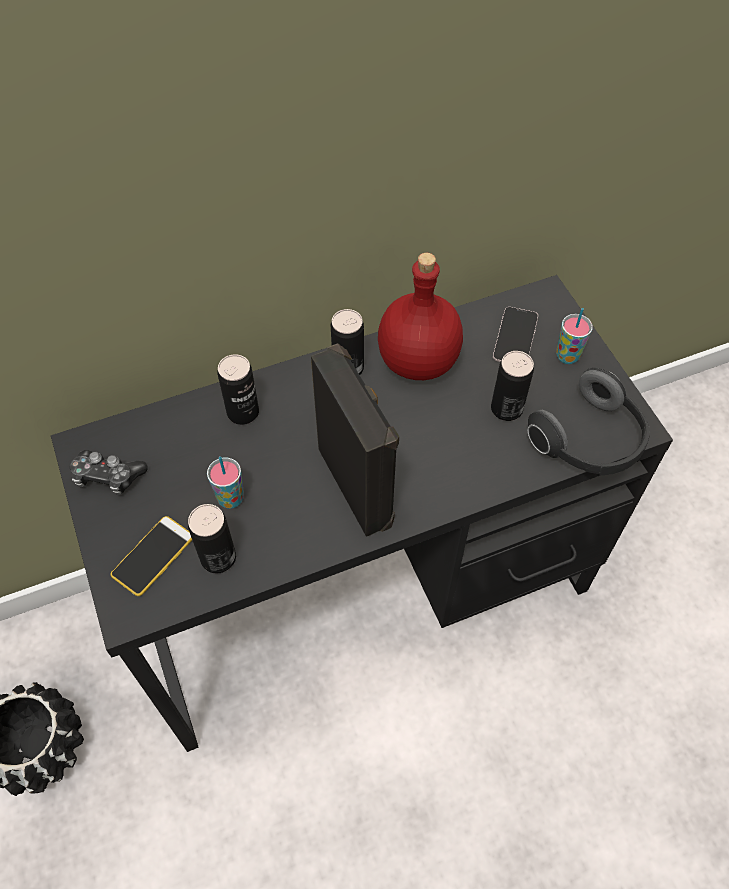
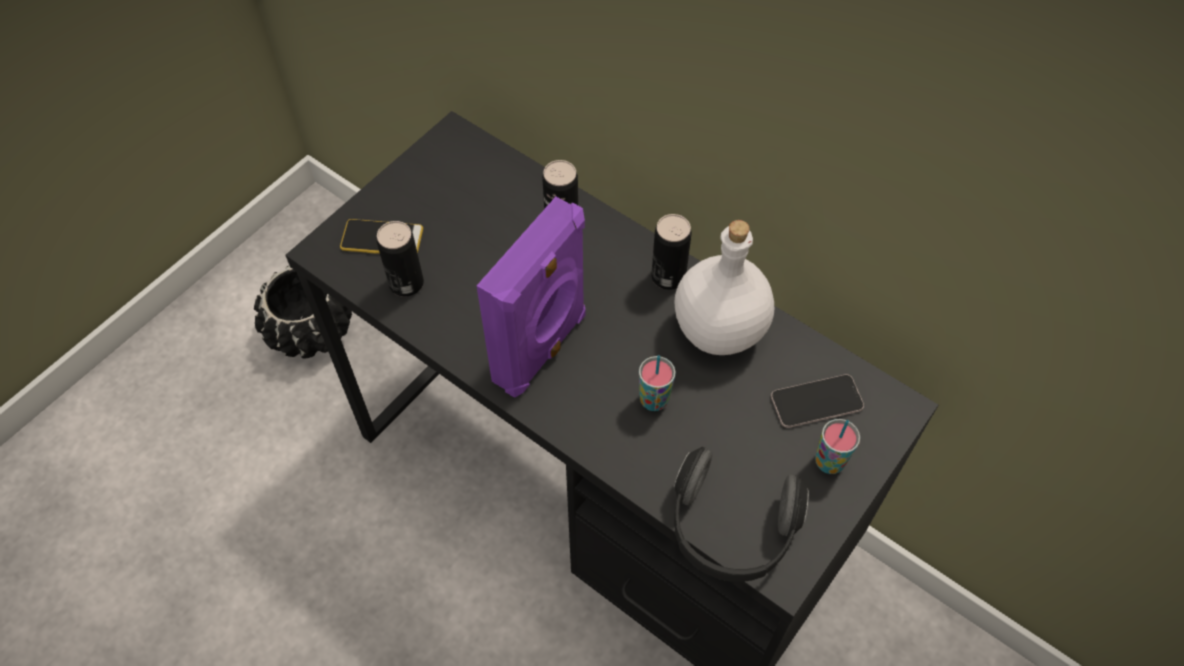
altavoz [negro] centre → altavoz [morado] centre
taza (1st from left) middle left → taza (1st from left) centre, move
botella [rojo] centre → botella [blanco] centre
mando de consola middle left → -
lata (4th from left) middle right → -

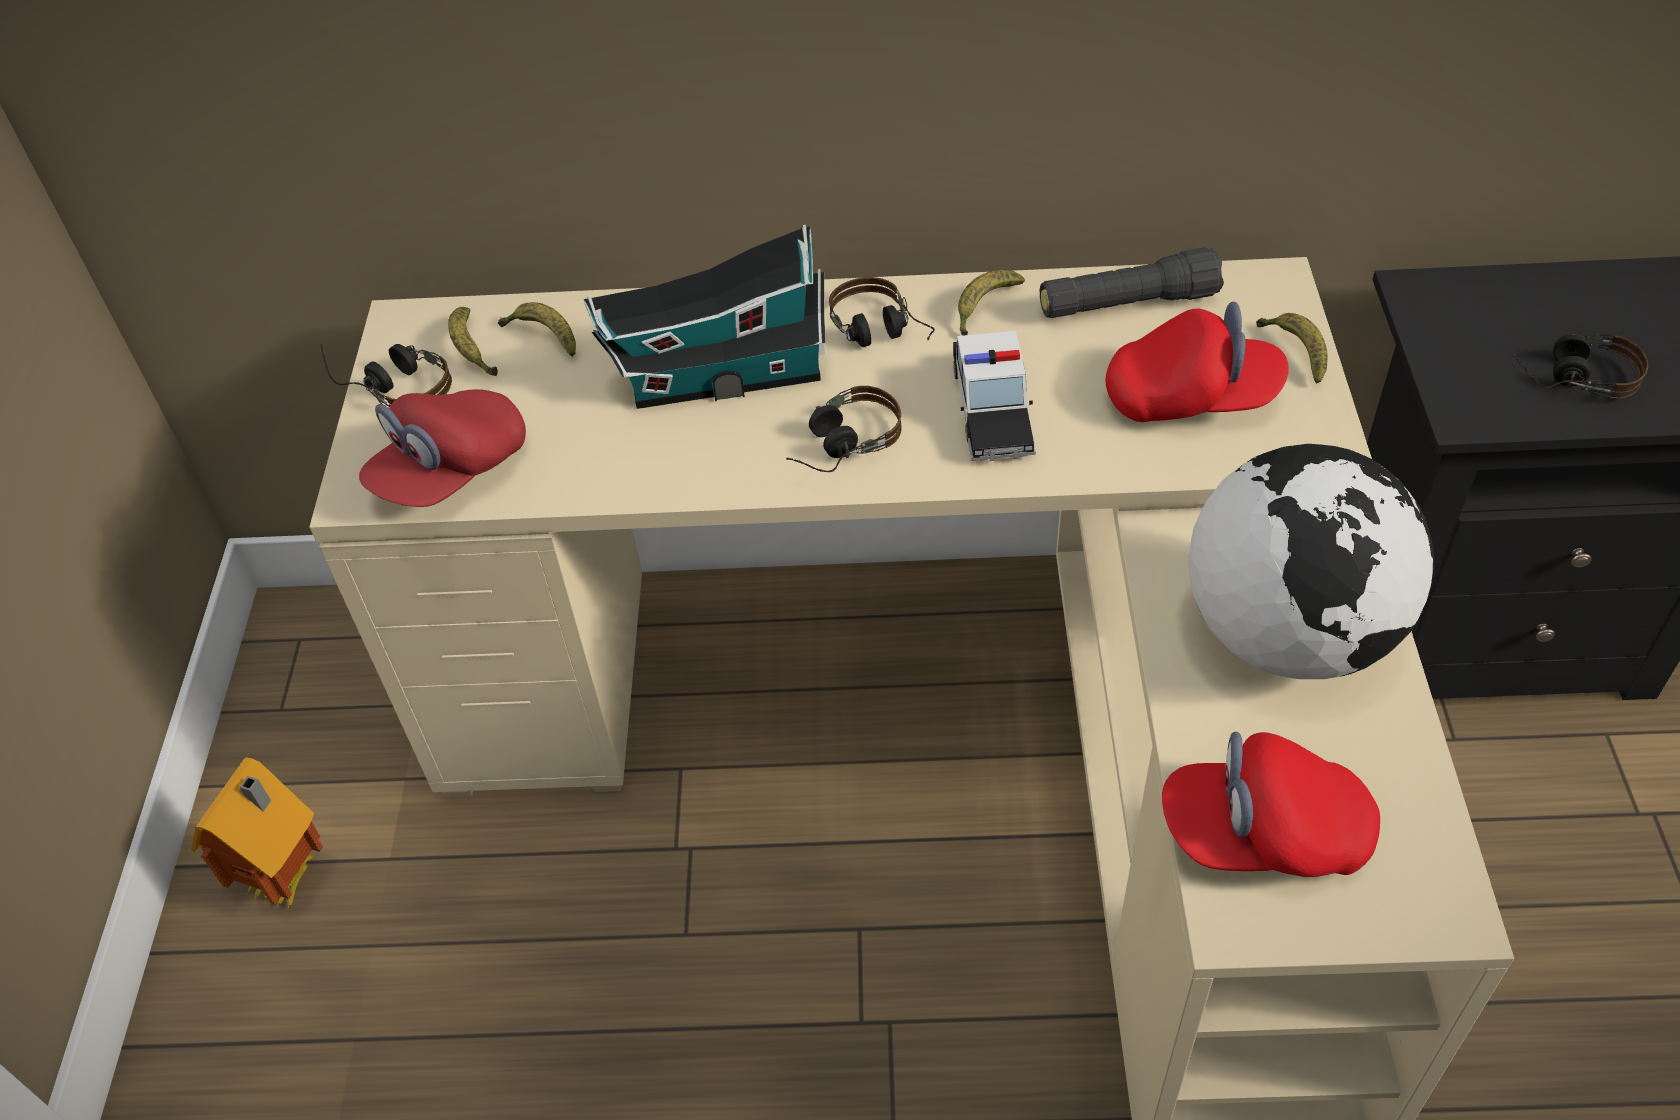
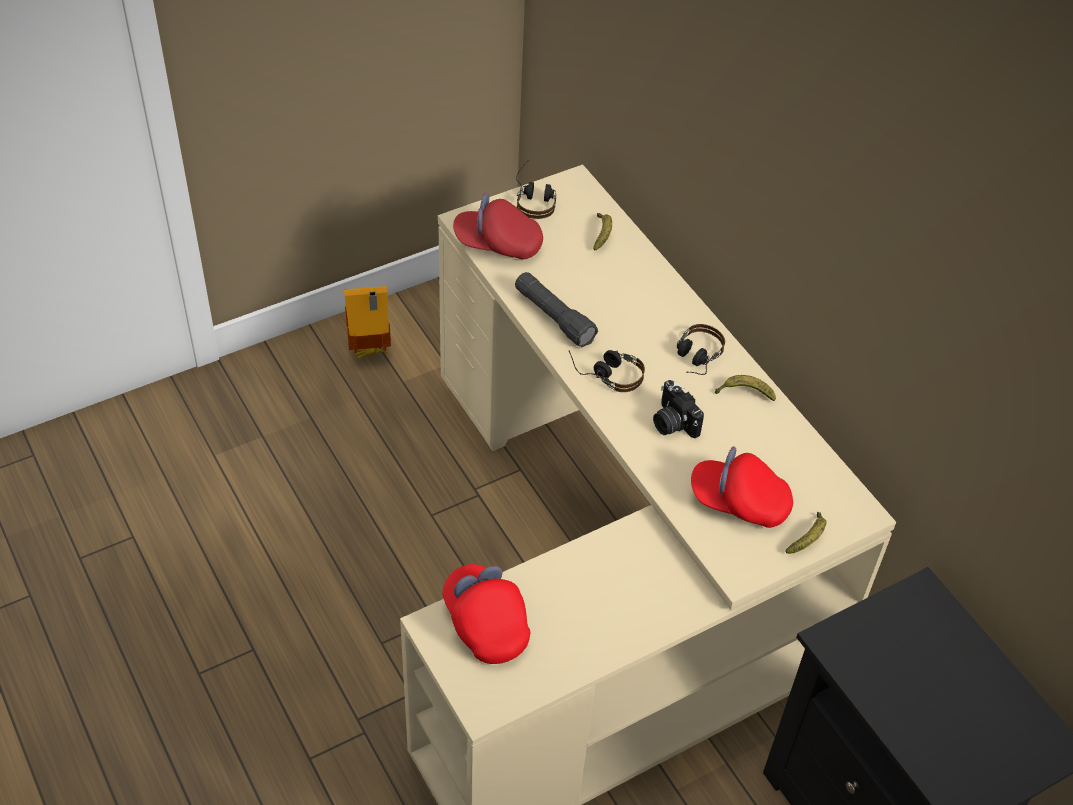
linterna [negro] top right → linterna [negro] centre, move
coche de juguete centre → cámara centre
gorra [rojo] (2nd from left in the first image) top right → gorra [rojo] (3rd from left) middle right, 135 degrees clockwise
plátano (1st from left) top left → -
casita (2nd from left) top centre → -
globo terráqueo middle right → -
auriculares (4th from left) top right → -

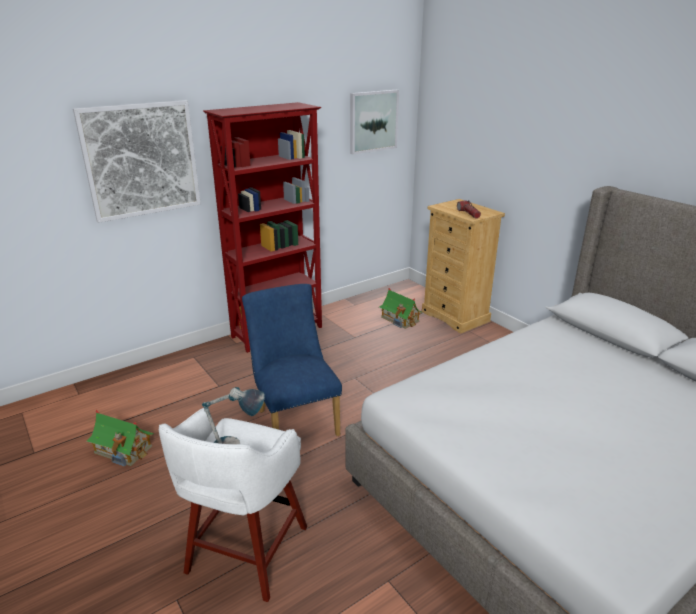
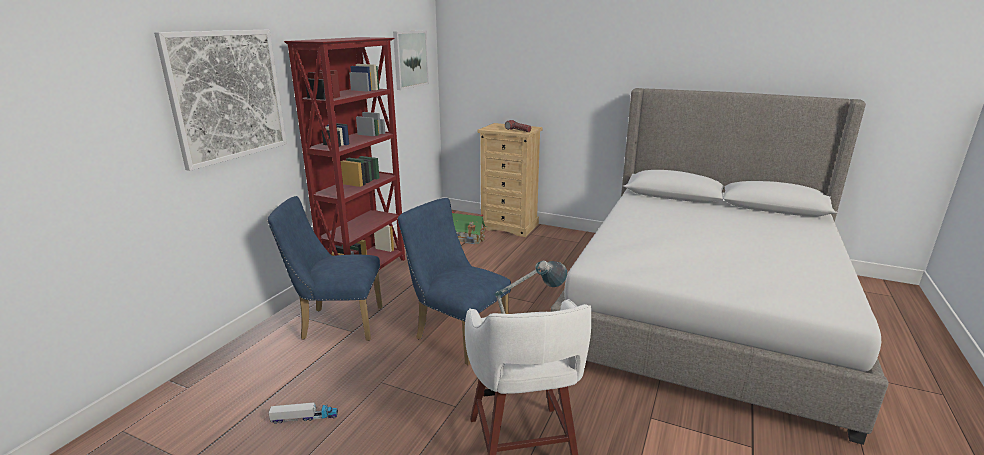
- → silla [azul] (1st from left) middle left
casita (1st from left) bottom left → camión de juguete bottom left

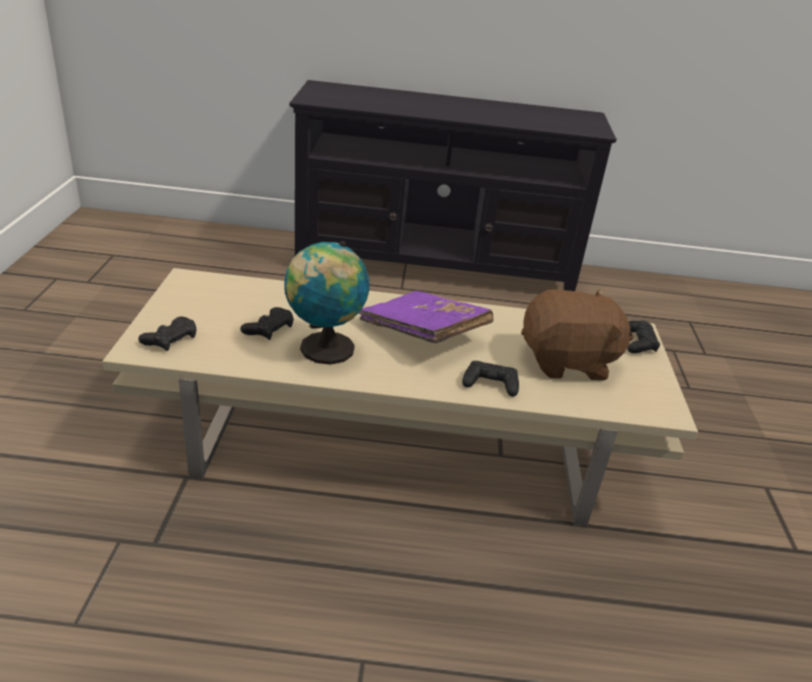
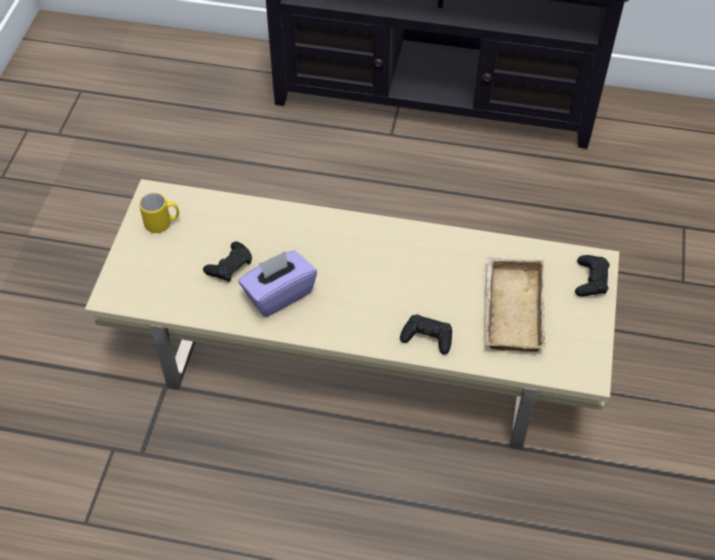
- → taza grande [amarillo] middle left
globo terráqueo centre → caja de pañuelos [morado] centre
peluche [marrón] middle right → bandeja [beis] middle right
mando de consola [negro] (1st from left) middle left → -
libro [morado] centre → -

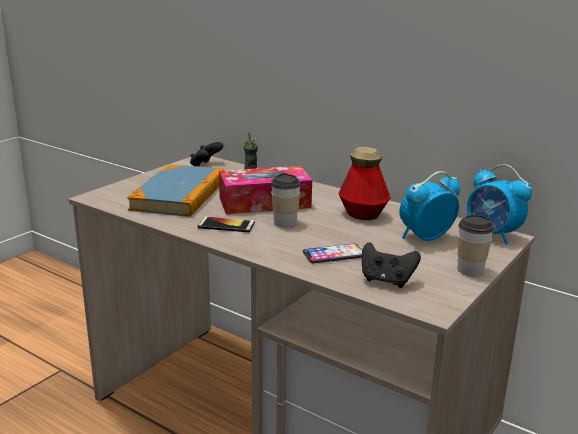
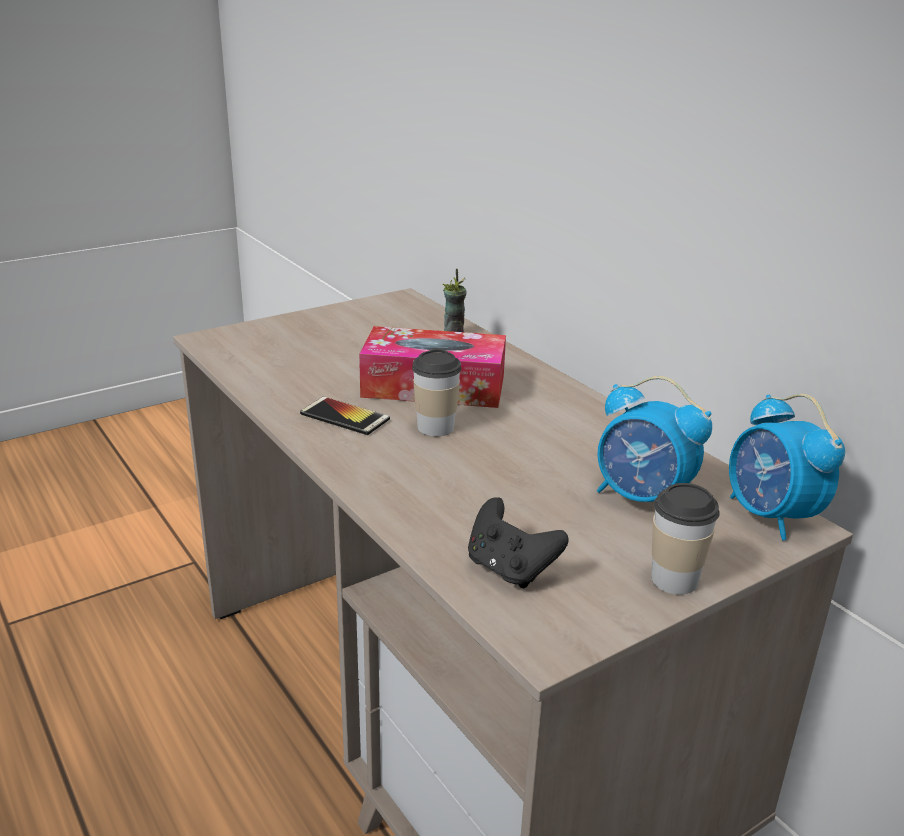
despertador (1st from left) middle right, 135 degrees counterclockwise
libro middle left → -
mando de consola [negro] (1st from left) centre → -
móvil (2nd from left) centre → -
botella centre → -

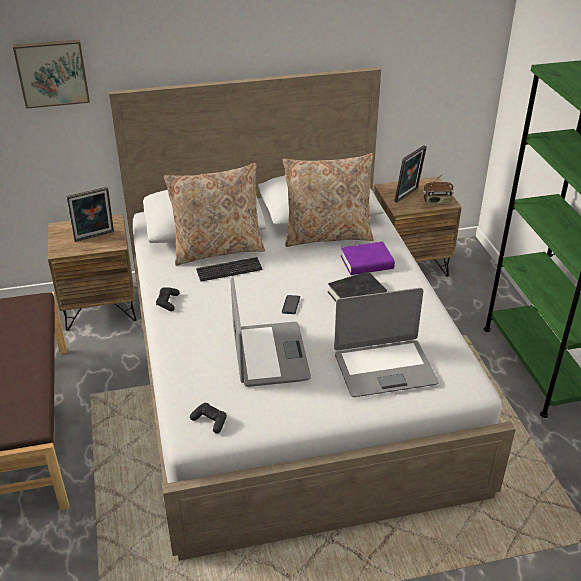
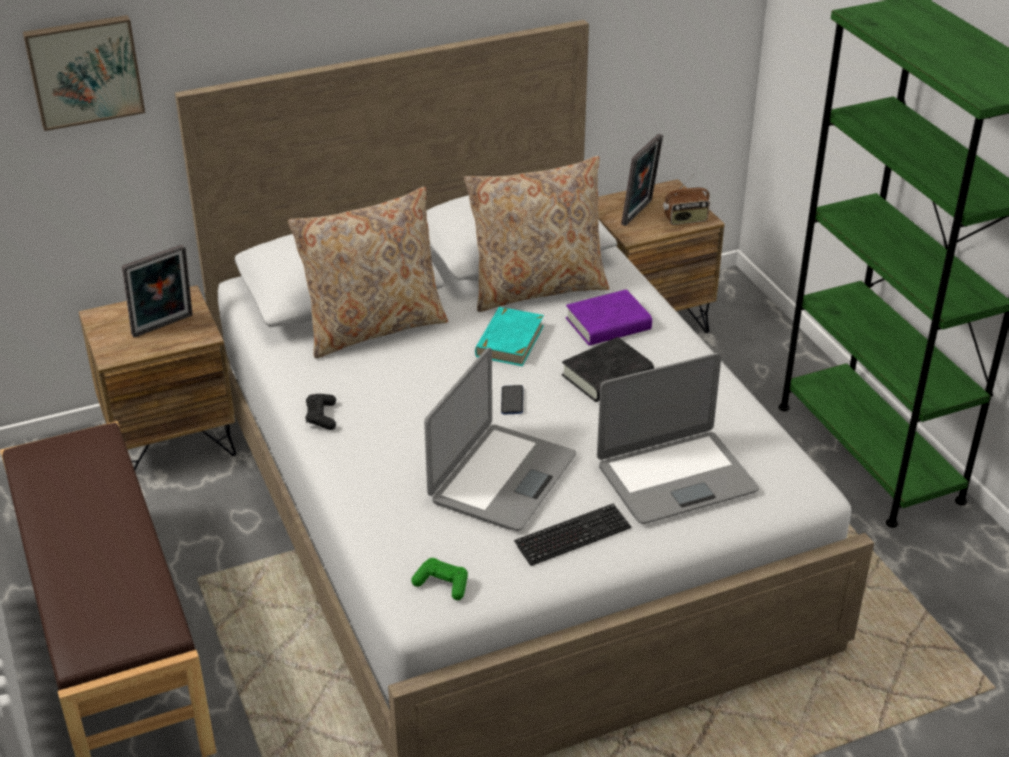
mando de consola [negro] (2nd from left) bottom centre → mando de consola [verde] bottom centre
portátil (1st from left) centre, 45 degrees clockwise
- → libro [turquesa] centre
teclado centre → teclado bottom centre, move

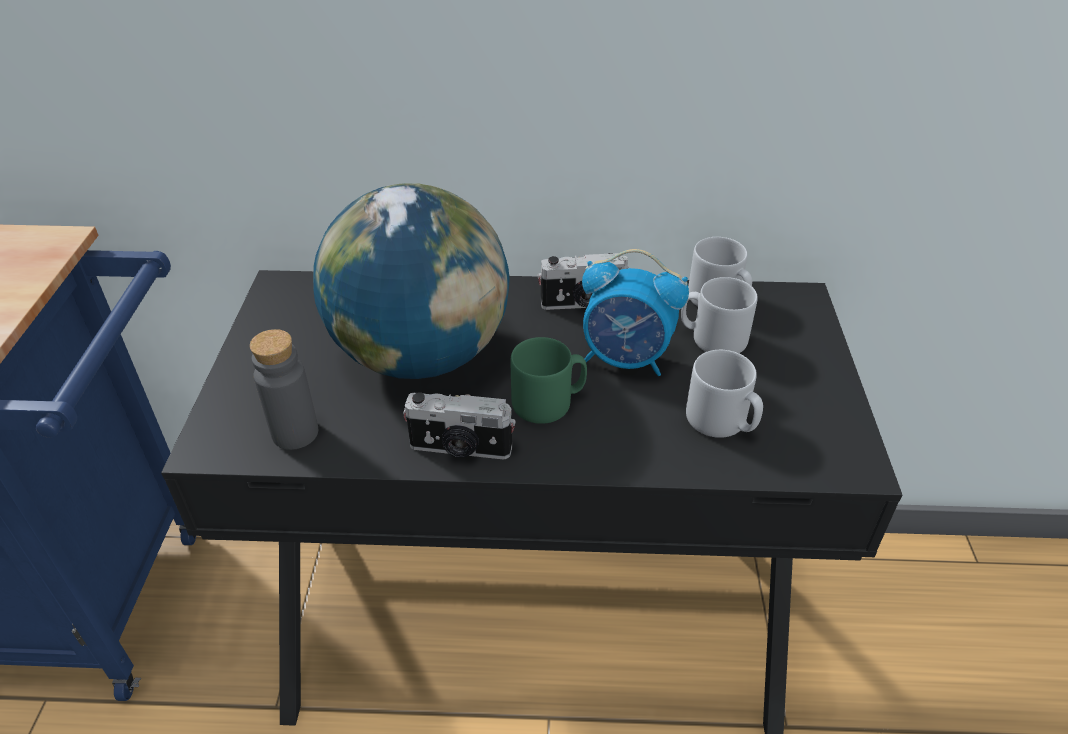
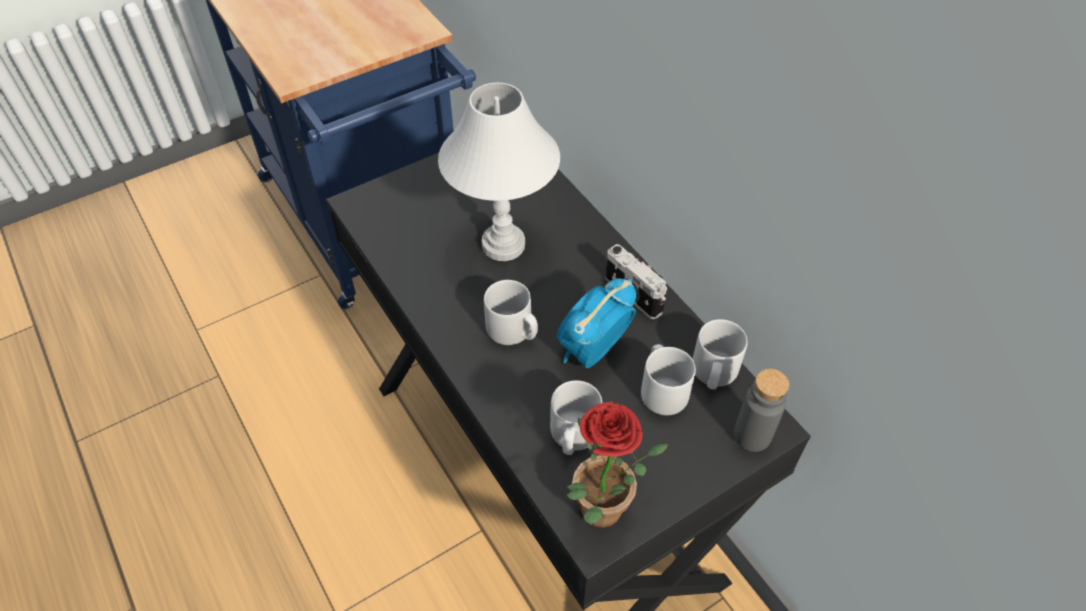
globo terráqueo centre → lámpara de mesa [blanco] top centre
taza grande [verde] centre → taza grande [gris] (1st from left) centre
despertador centre, 60 degrees clockwise
- → planta en maceta bottom centre
botella [gris] middle left → botella [gris] bottom right, move
cámara (1st from left) centre → -

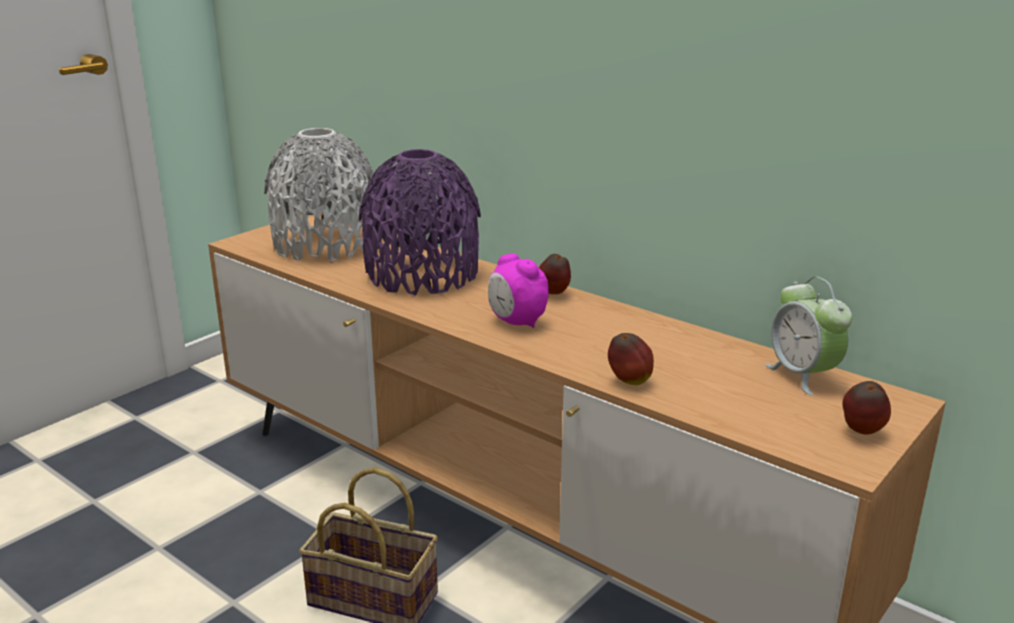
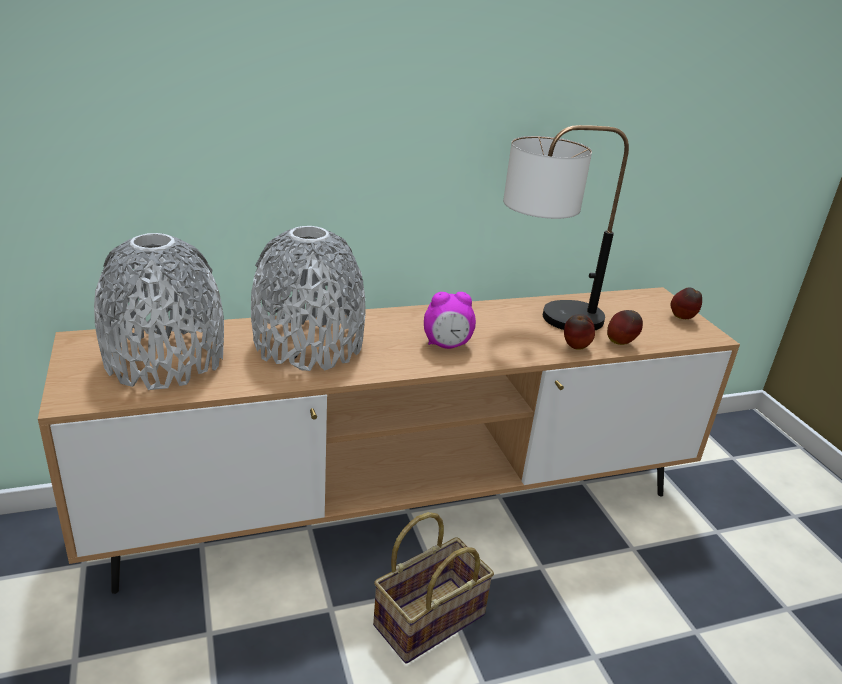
florero [morado] centre → florero [gris] (2nd from left) centre
- → lámpara de mesa top right
manzana (1st from left in the first image) centre → manzana (2nd from left) middle right, move
despertador (2nd from left) middle right → -

